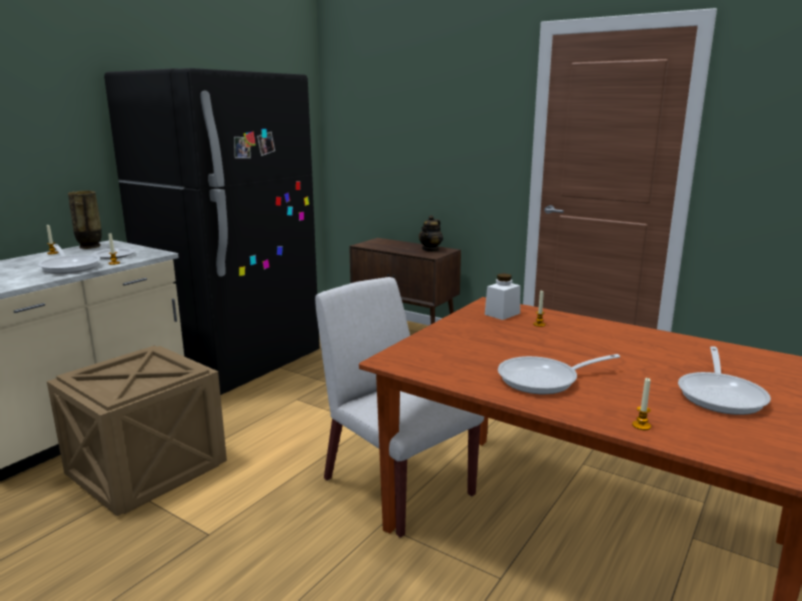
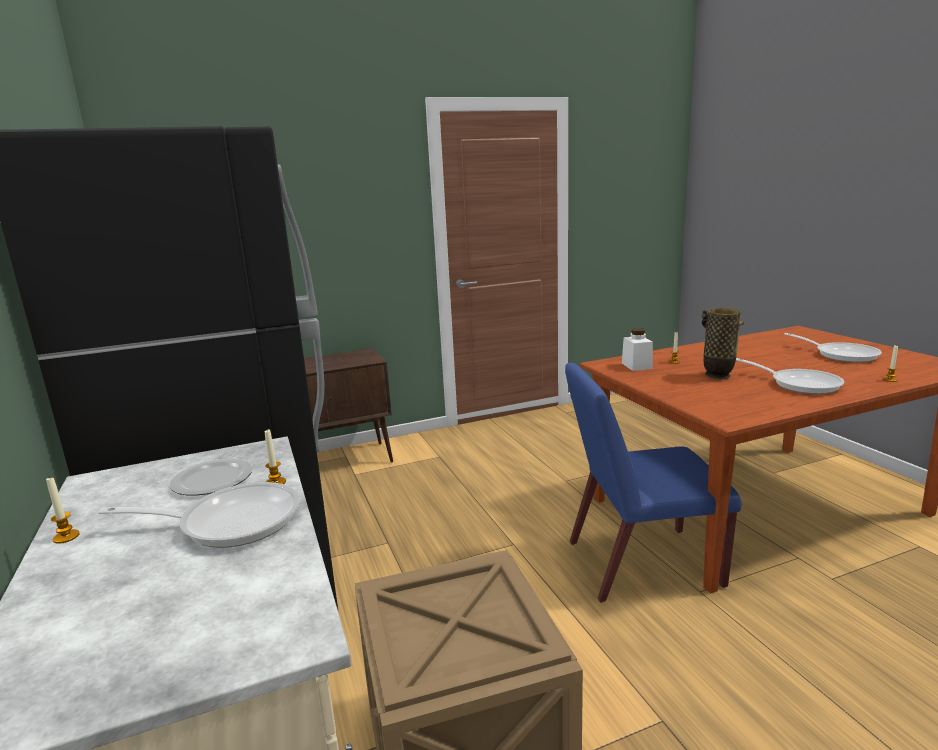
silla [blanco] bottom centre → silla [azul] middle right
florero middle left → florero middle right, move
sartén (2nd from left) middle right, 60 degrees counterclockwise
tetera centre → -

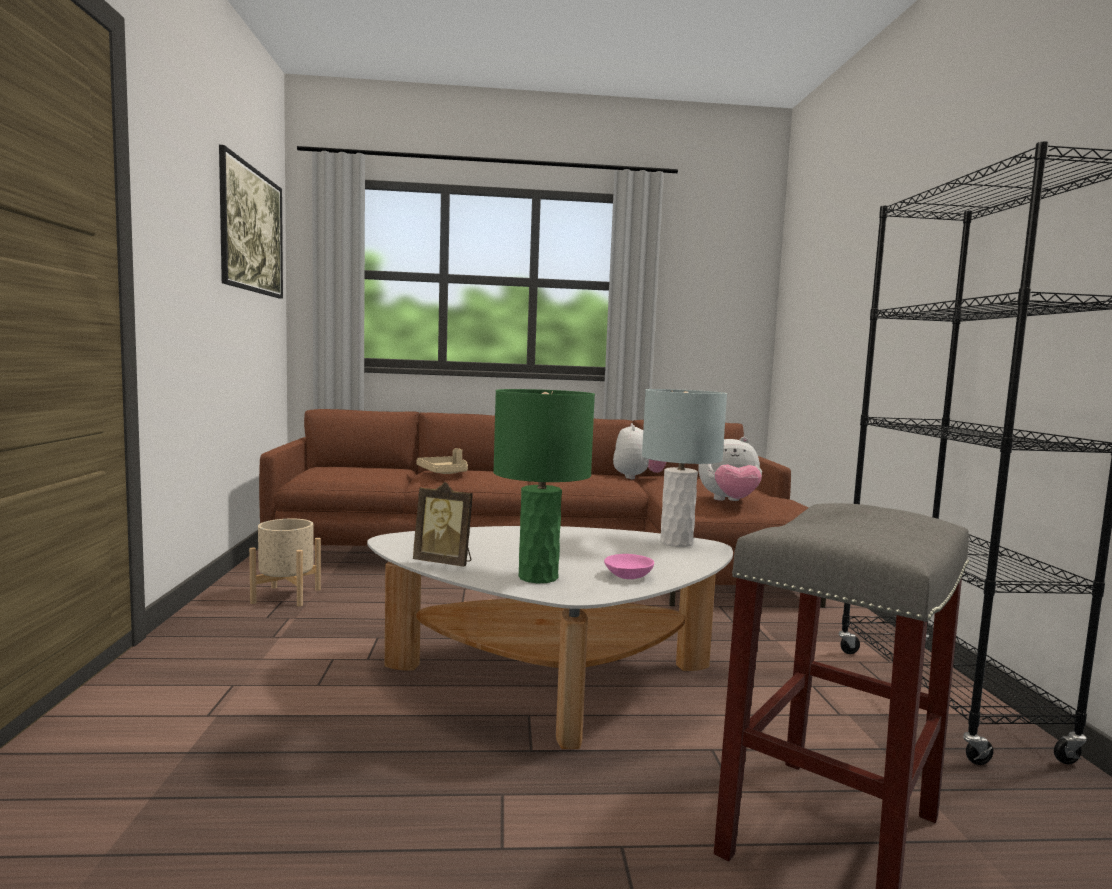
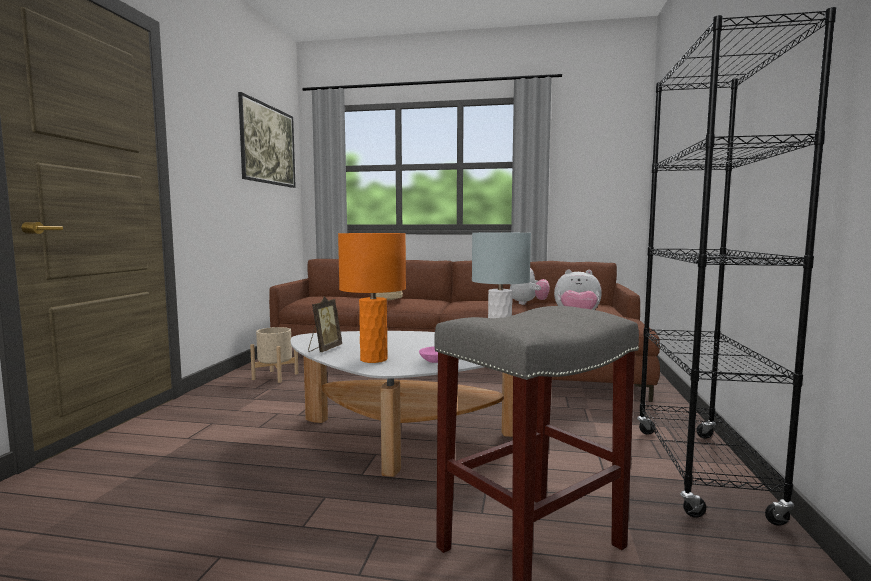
portarretratos centre, 105 degrees counterclockwise
lámpara de mesa [verde] centre → lámpara de mesa [naranja] centre

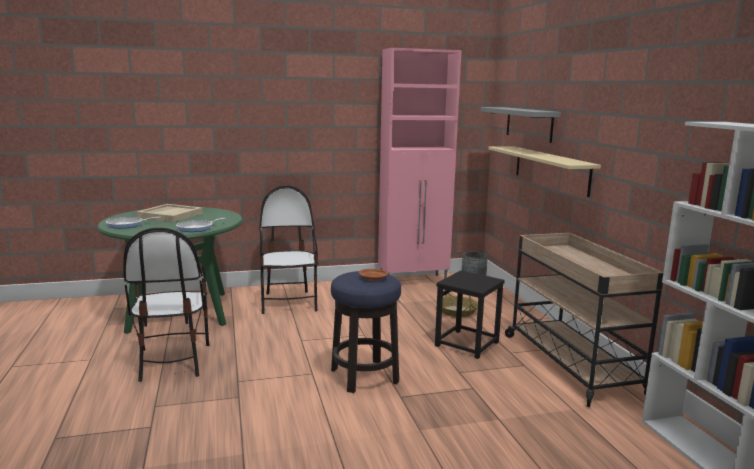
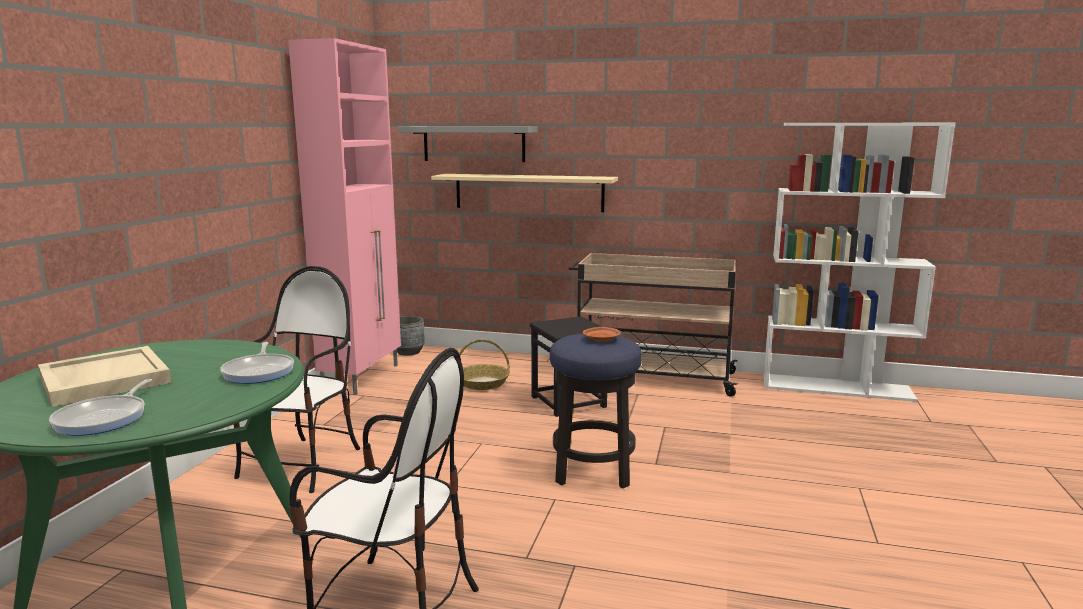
silla (2nd from left in the first image) centre → silla (1st from left) middle left, 90 degrees clockwise

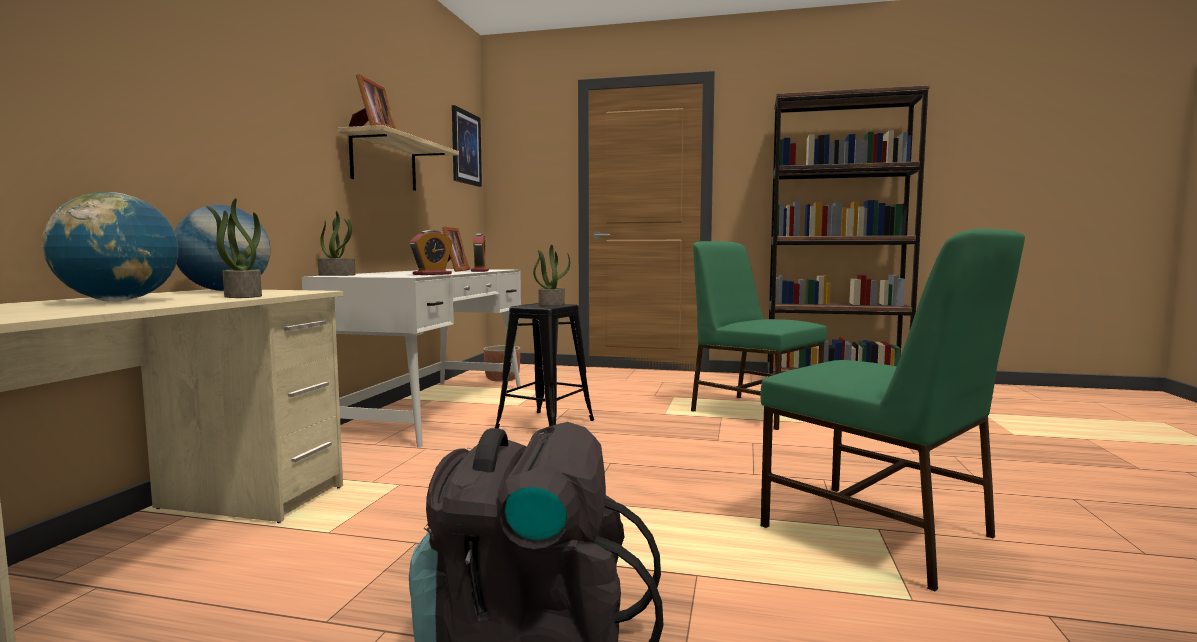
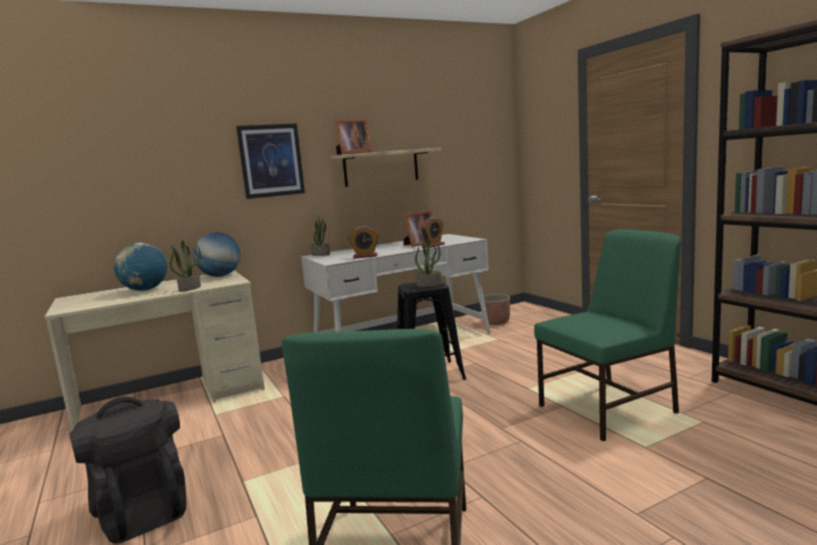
cuadro top centre → cuadro top left, move
silla [verde] (1st from left in the first image) centre → silla [verde] (2nd from left) middle right, 60 degrees clockwise

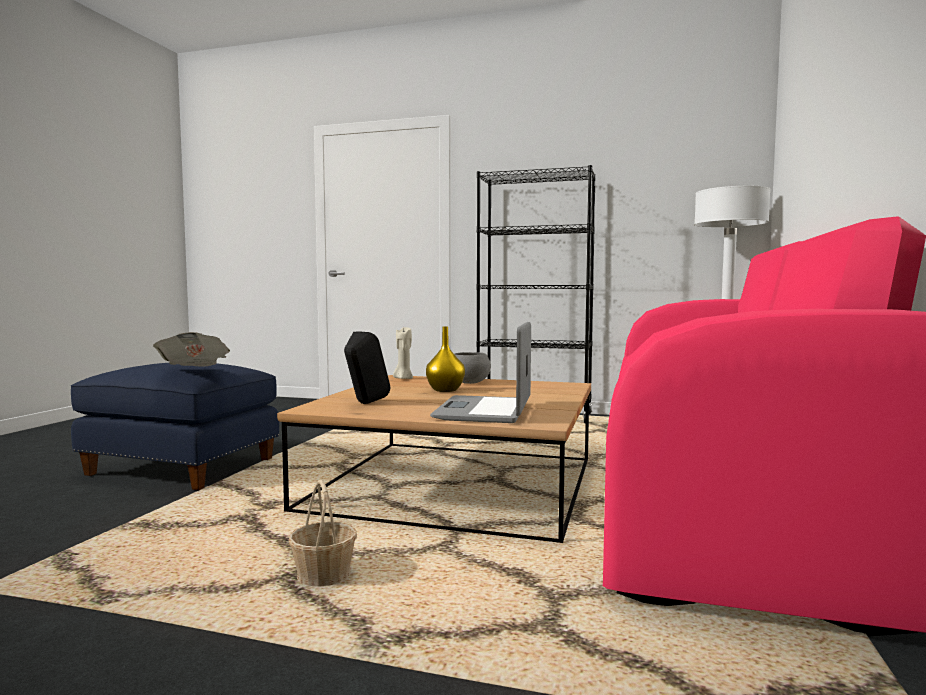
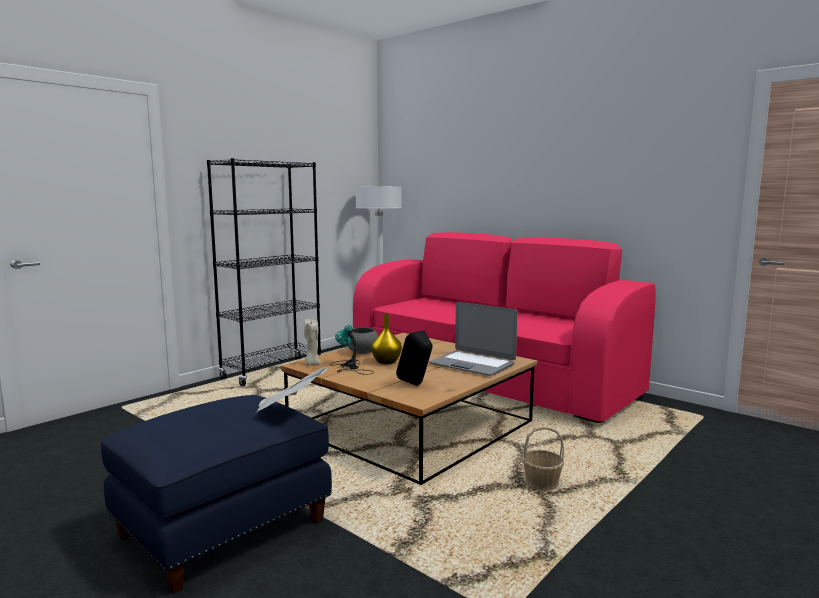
- → lámpara de mesa centre

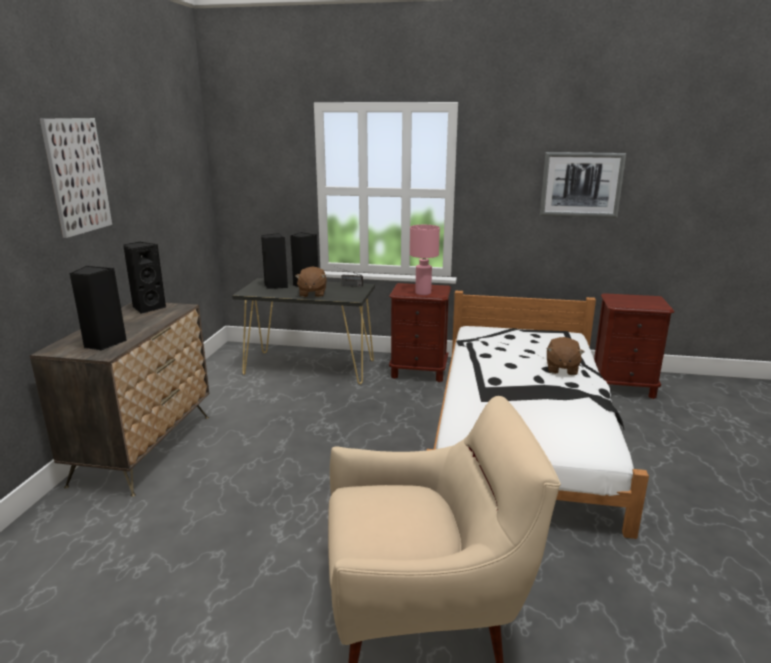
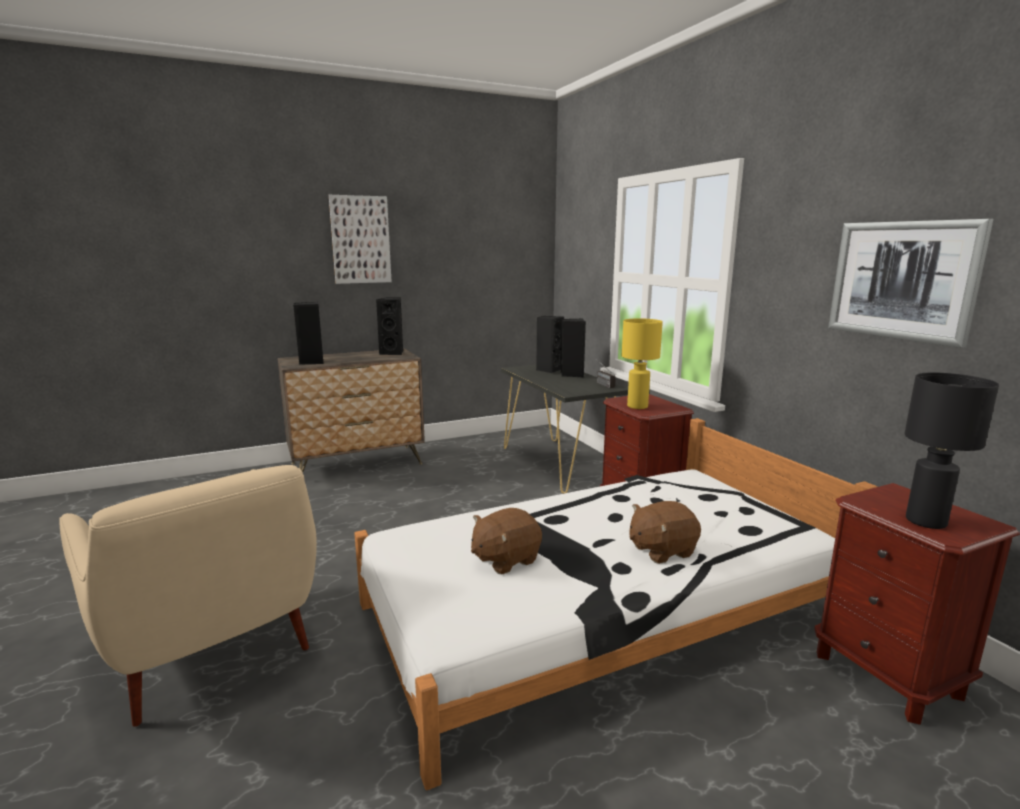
peluche [marrón] (1st from left) centre → peluche [marrón] (1st from left) bottom centre, move
lámpara de mesa [rosa] centre → lámpara de mesa [amarillo] centre
- → lámpara de mesa [negro] middle right

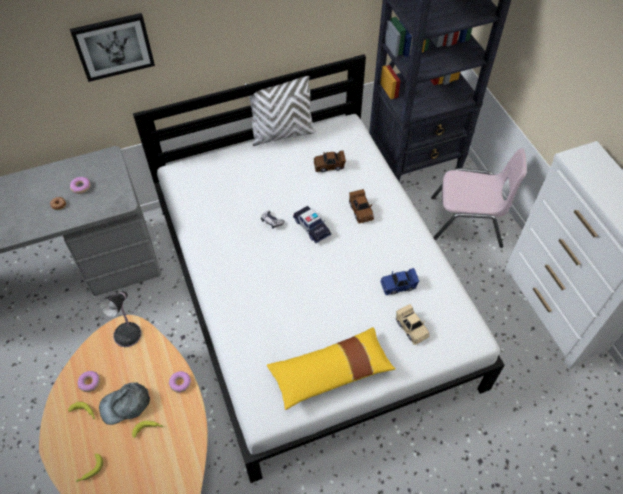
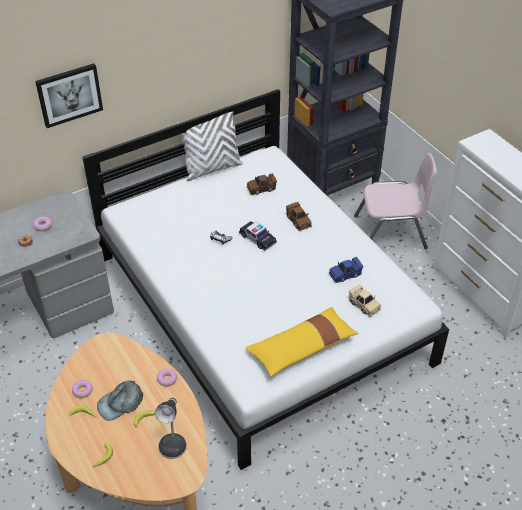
lámpara de mesa middle left → lámpara de mesa bottom left, move

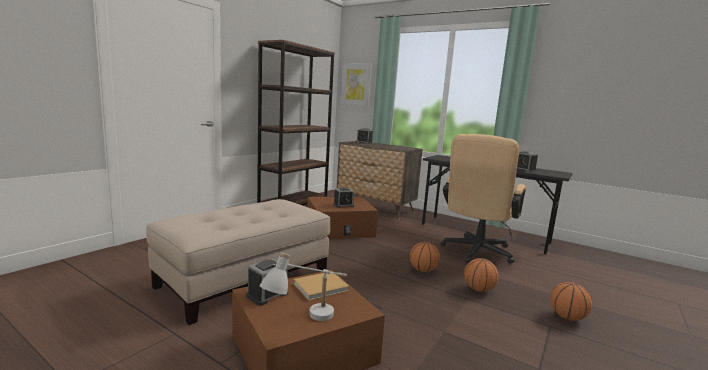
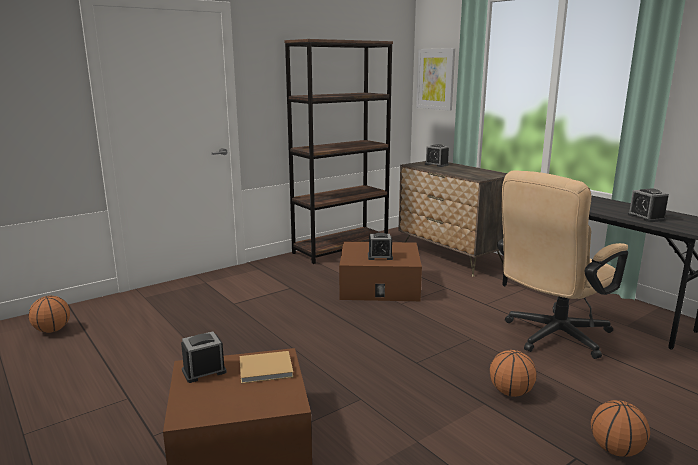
balón de baloncesto (1st from left) bottom centre → balón de baloncesto (1st from left) bottom left, move
puf [beis] bottom centre → -
lámpara de mesa [blanco] bottom centre → -

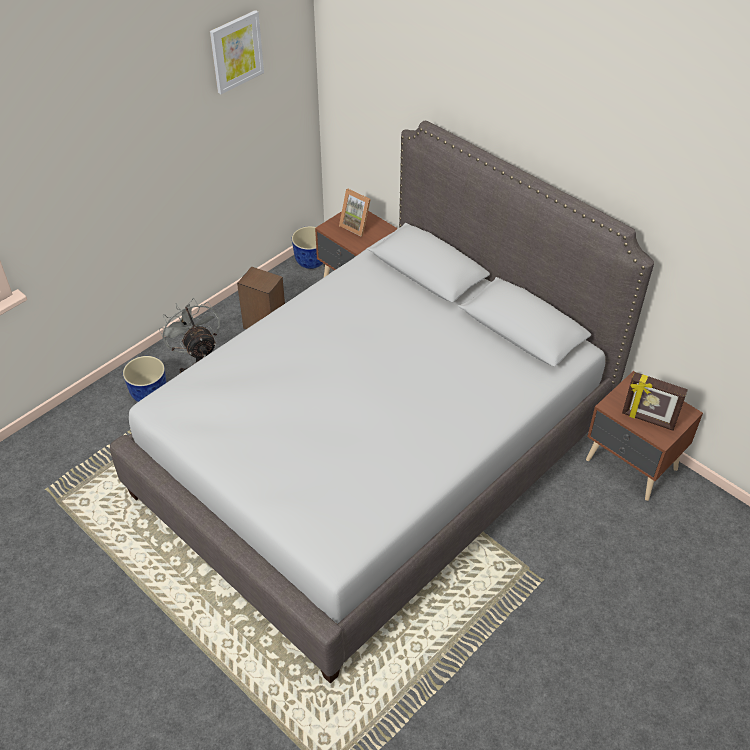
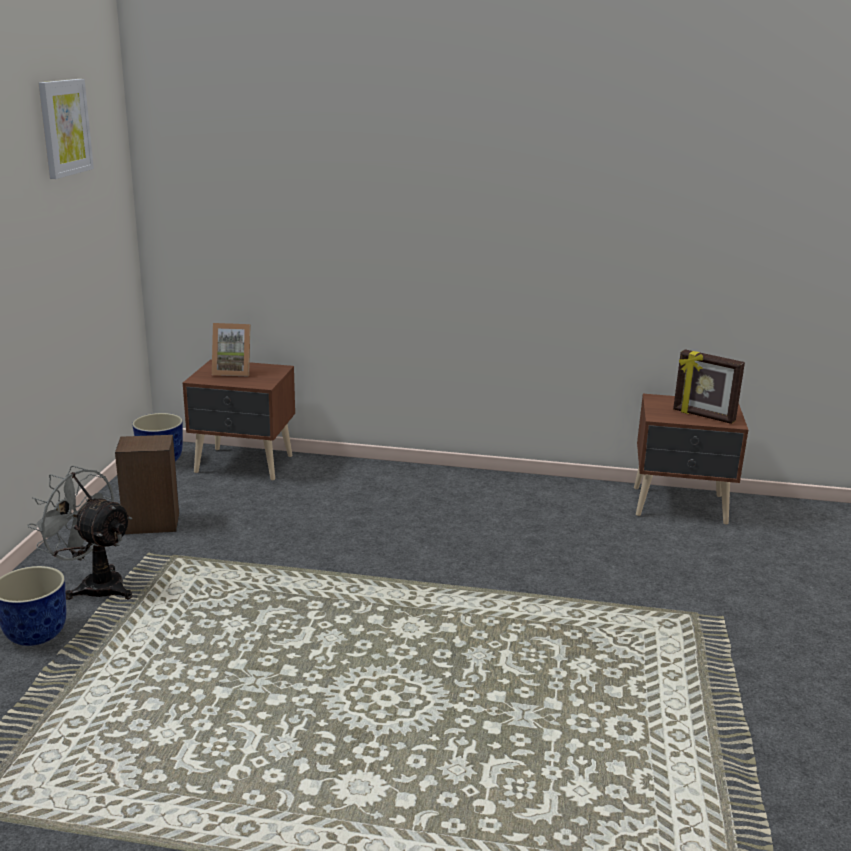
portarretratos (2nd from left) middle right, 45 degrees clockwise
cama [gris] centre → -

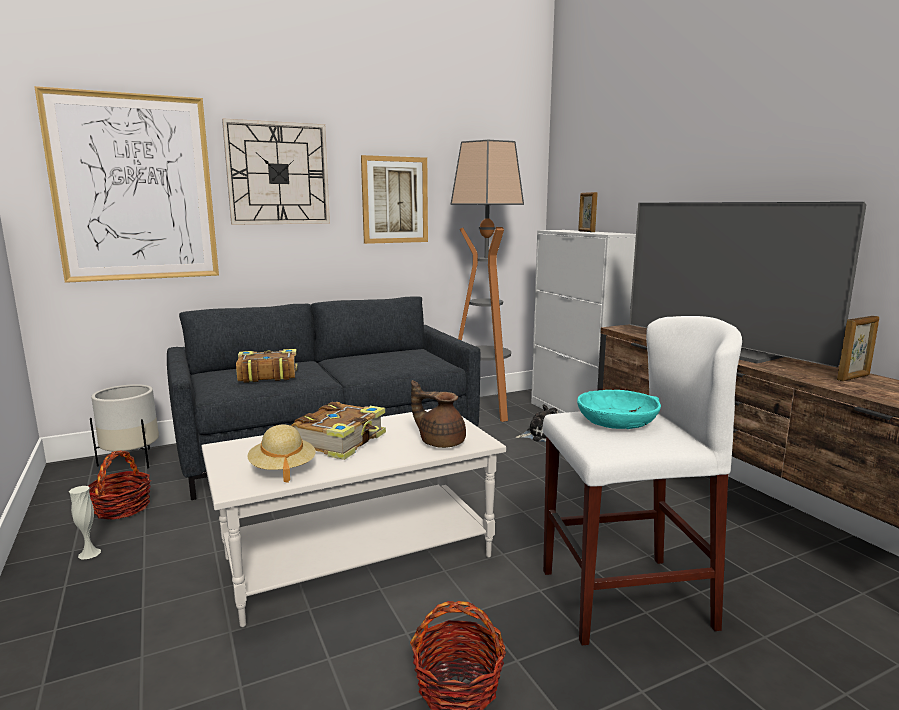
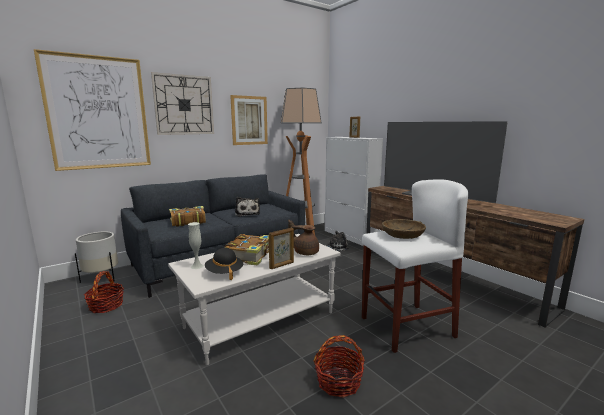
florero [blanco] bottom left → florero [blanco] middle left, move
sombrero [beis] middle left → sombrero [negro] centre
- → peluche (1st from left) centre
portarretratos (2nd from left in the first image) middle right → portarretratos (1st from left) centre, move
cuenco [turquesa] middle right → cuenco [marrón] middle right

